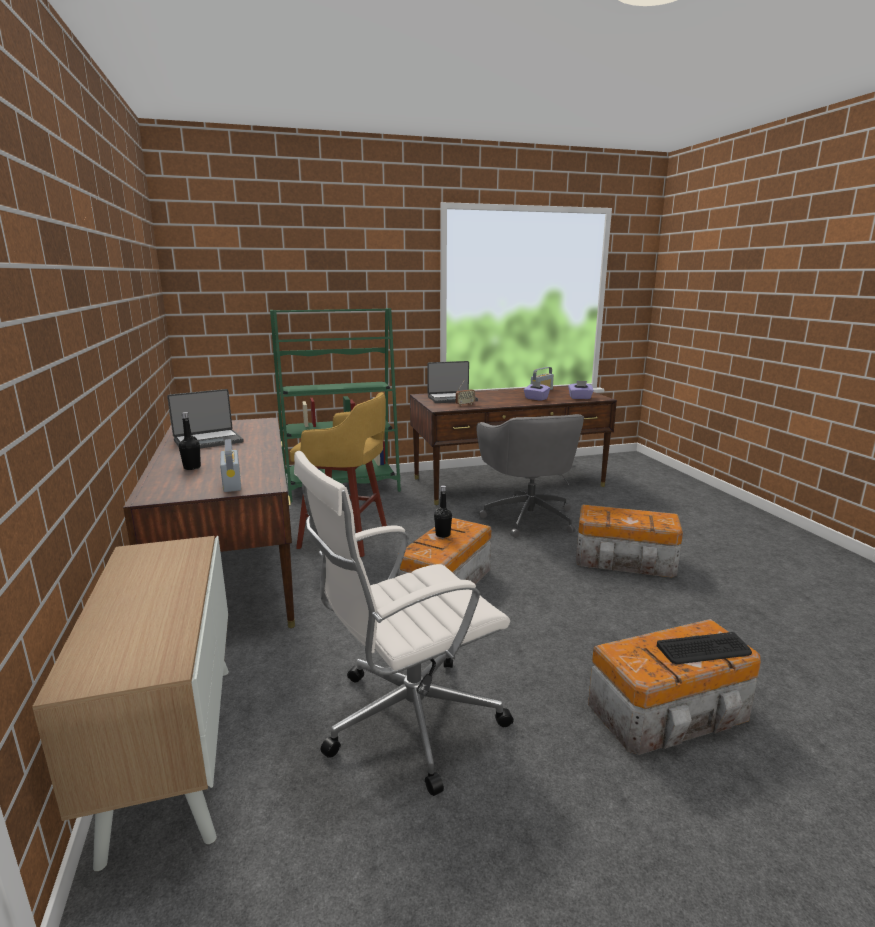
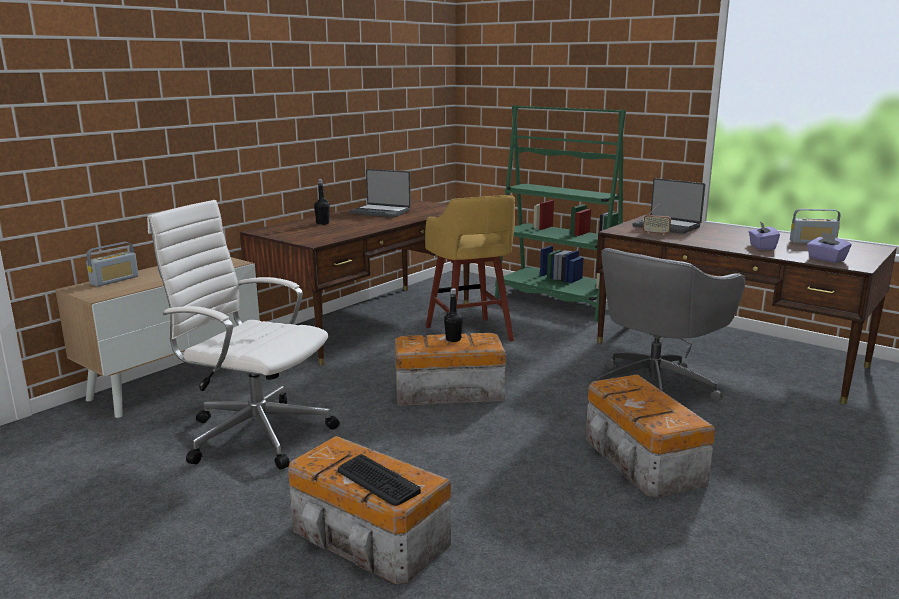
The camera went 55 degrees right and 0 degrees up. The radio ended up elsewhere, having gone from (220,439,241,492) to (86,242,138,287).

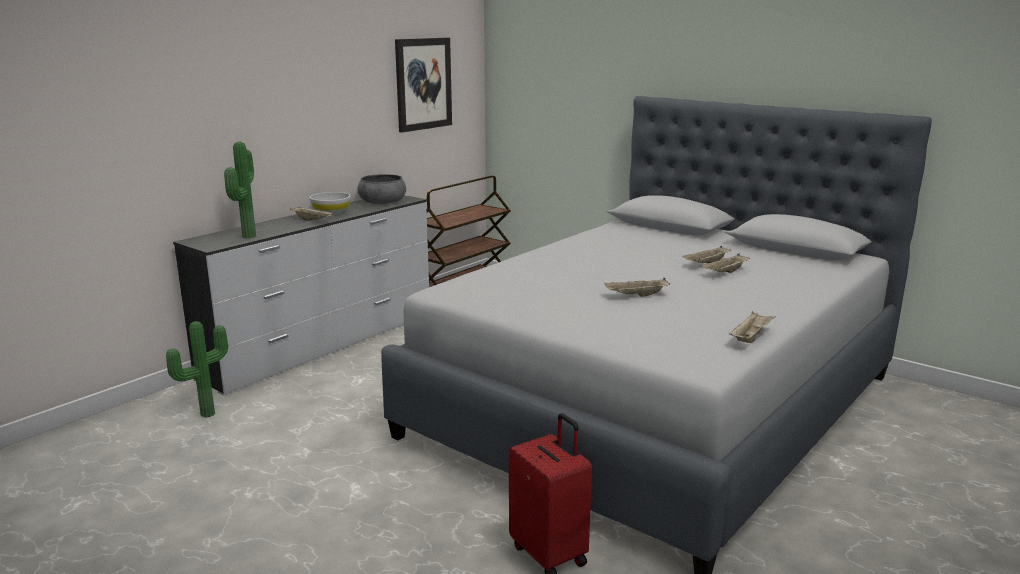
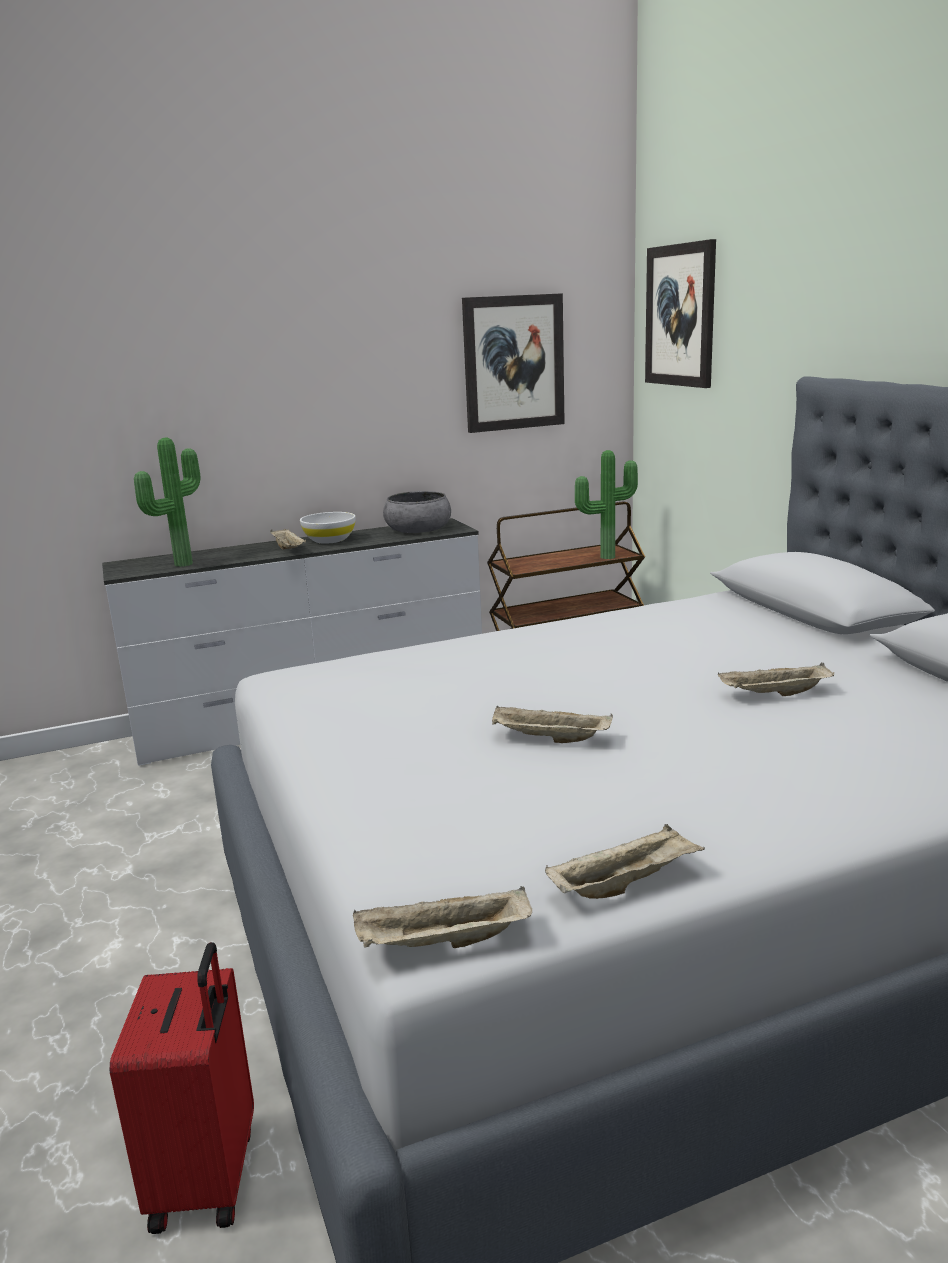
The camera went 30 degrees right and 0 degrees up. The tray (beige) ended up elsewhere, having gone from (702,254,750,273) to (353,886,532,948). The potted plant ended up elsewhere, having gone from (166,321,228,418) to (575,450,638,559). The second view gained the picture at (645,239,716,388).

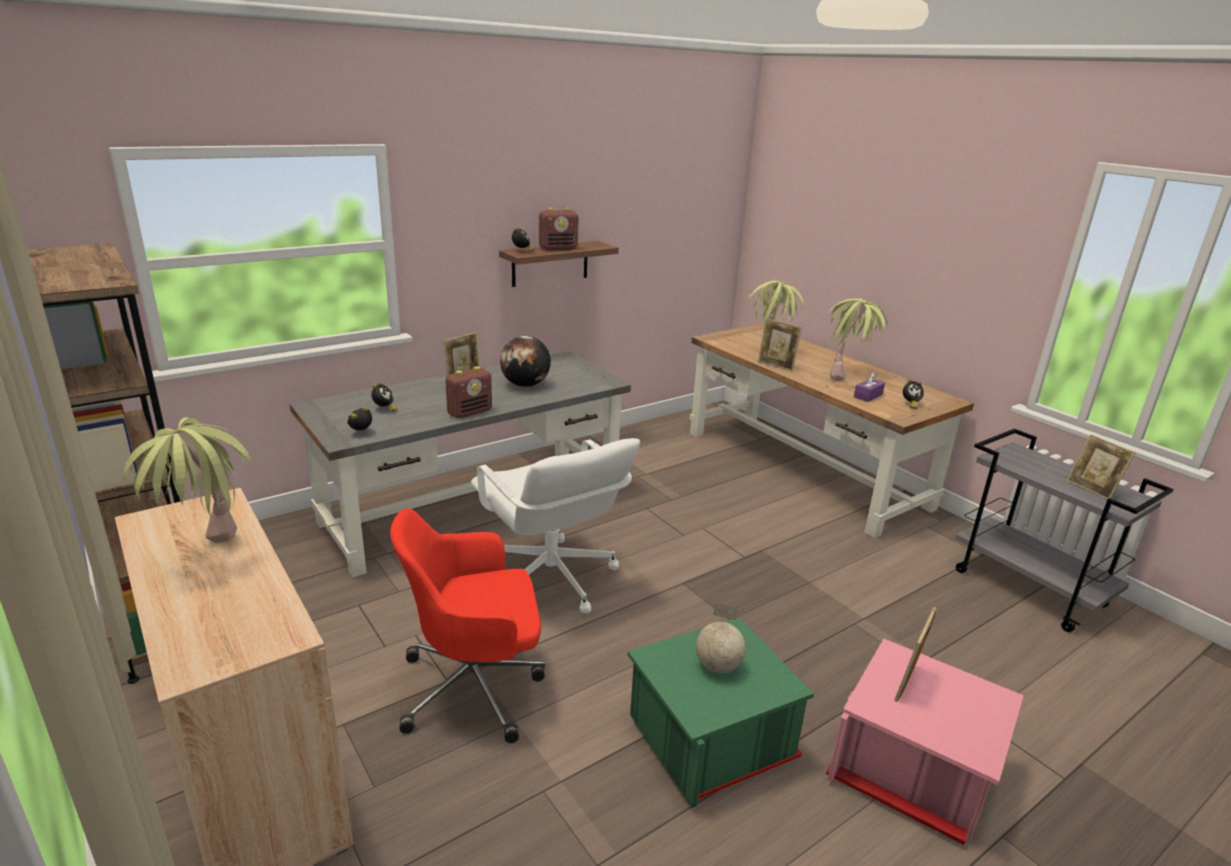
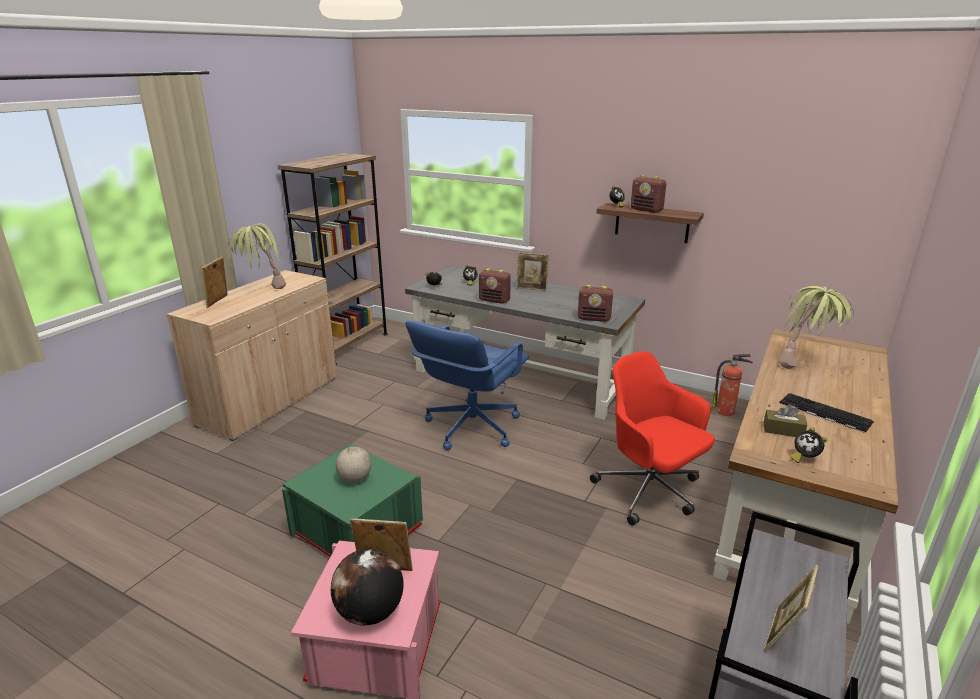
The camera went 65 degrees right and 0 degrees up. The picture frame ended up elsewhere, having gone from (758,318,802,371) to (201,256,228,308). The globe ended up elsewhere, having gone from (500,336,551,387) to (331,549,404,626). What was the office chair (white) at (471,438,640,613) turned into the office chair (blue) at (405,320,529,450). The second view gained the radio at (578,285,613,322). The office chair (red) ended up elsewhere, having gone from (390,509,545,743) to (590,351,715,526). The second view gained the fire extinguisher at (712,354,753,416). What was the tissue box (purple) at (854,372,885,402) turned into the tissue box (brown) at (764,404,807,437). Where the potted plant stood at (827,298,888,381), the keyboard came to stand at (779,393,874,433).

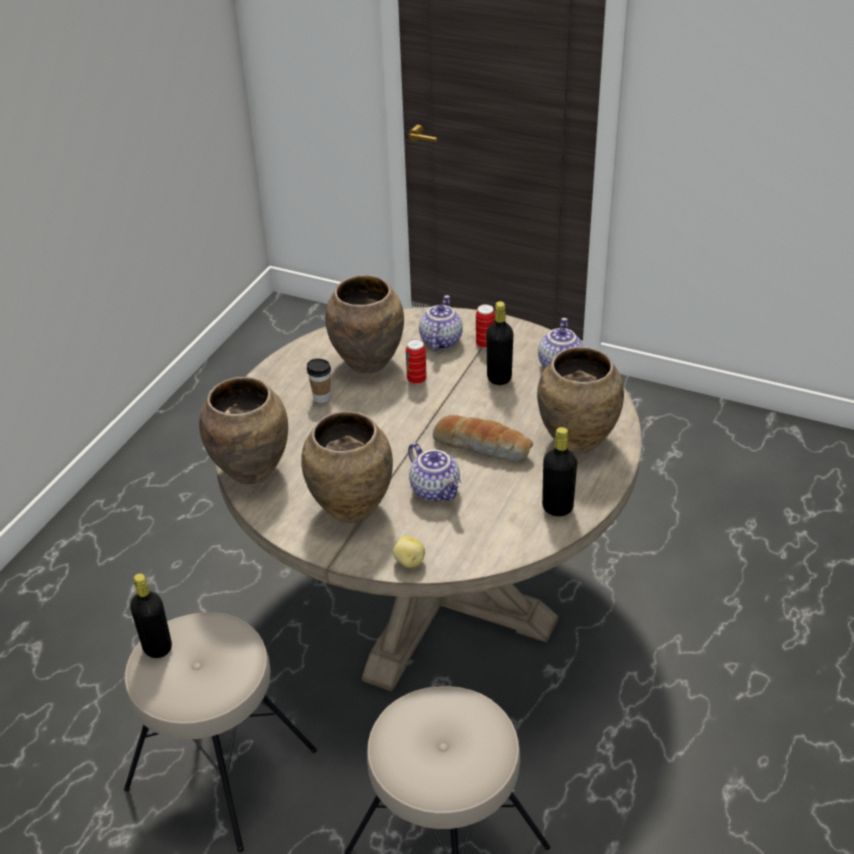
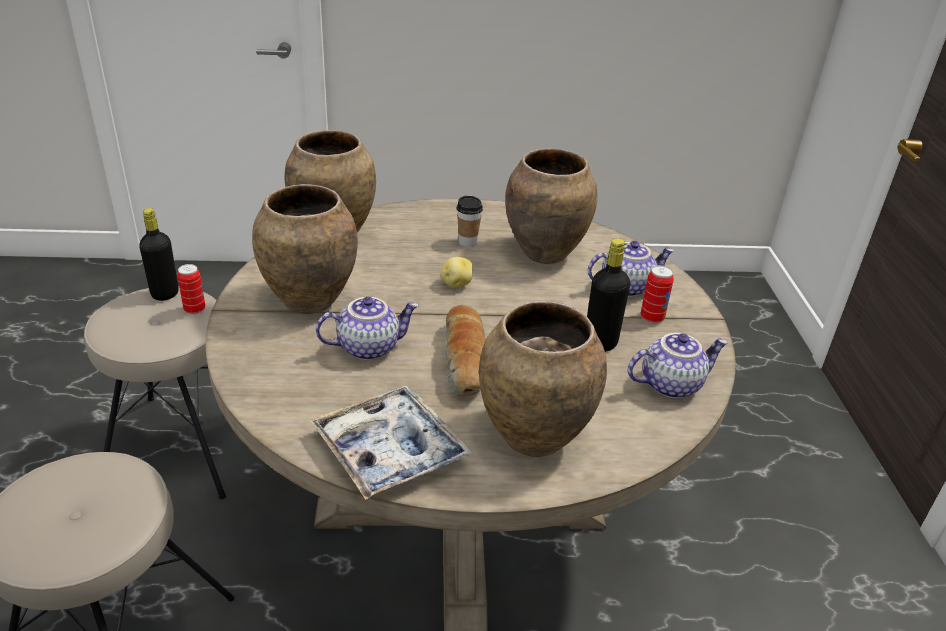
The camera went 60 degrees right and 5 degrees down. The can ended up elsewhere, having gone from (406,339,427,385) to (177,264,205,314). Where the bottle (black) stood at (542,427,577,516), the tray came to stand at (310,386,472,500). The teapot at (408,443,462,501) ended up facing another way, 135 degrees counterclockwise from before. The potato ended up elsewhere, having gone from (393,536,425,568) to (440,257,473,288).

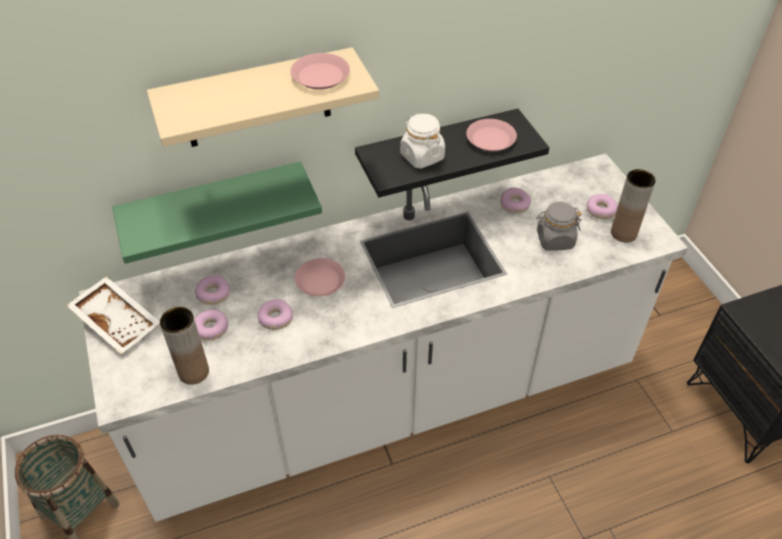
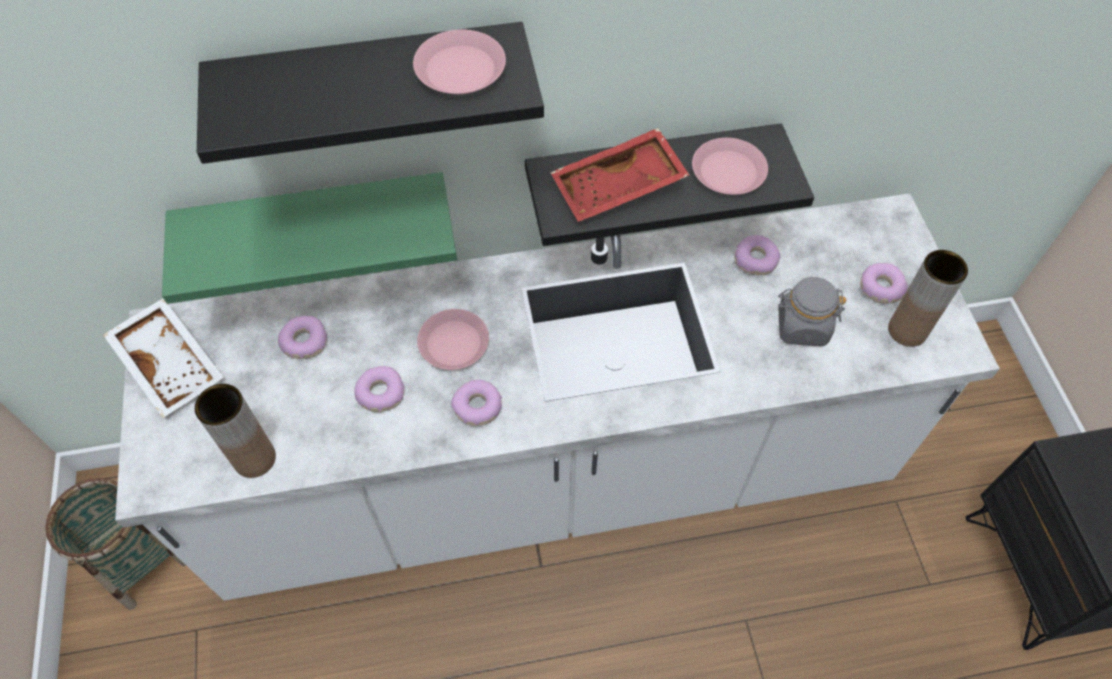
The camera went 10 degrees right and 10 degrees up. What was the shelf (beige) at (147,47,379,147) turned into the shelf (black) at (197,22,544,164). The donut ended up elsewhere, having gone from (194,310,228,341) to (451,380,502,426). Where the jar (white) stood at (400,114,445,169), the tray (red) came to stand at (551,128,689,222).

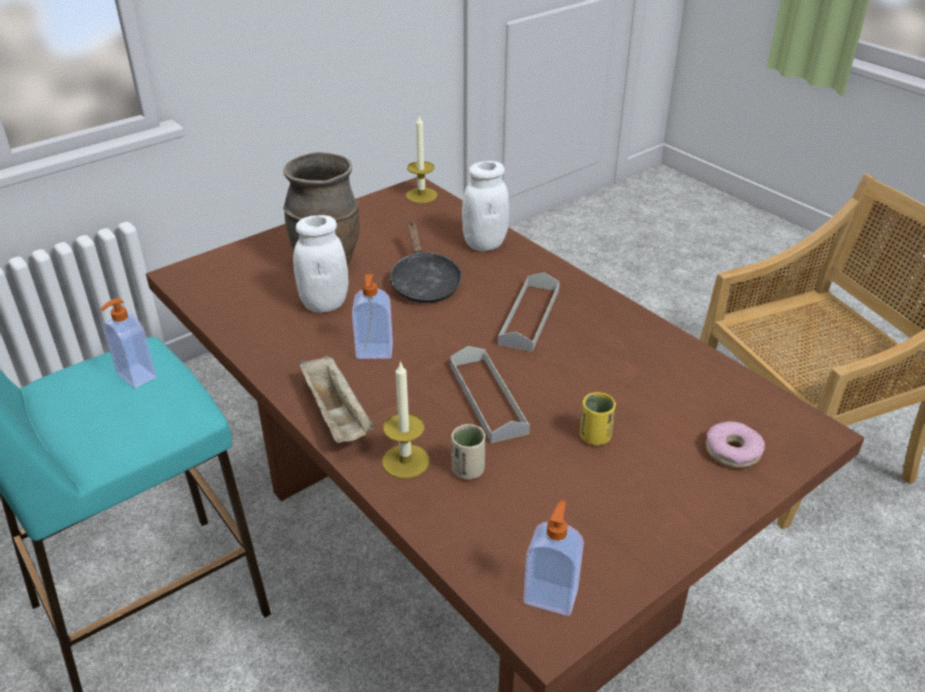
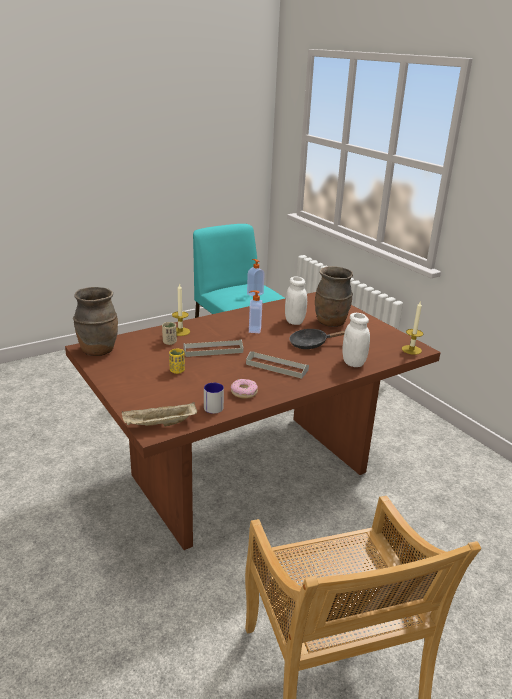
The camera went 95 degrees right and 10 degrees down. Where the soap dispenser stood at (523,500,584,616), the vase (brown) came to stand at (73,287,118,356). The tray (beige) ended up elsewhere, having gone from (300,356,374,443) to (122,402,197,427). The second view gained the mug at (204,383,224,414). The donut ended up elsewhere, having gone from (706,421,765,468) to (231,379,258,399).

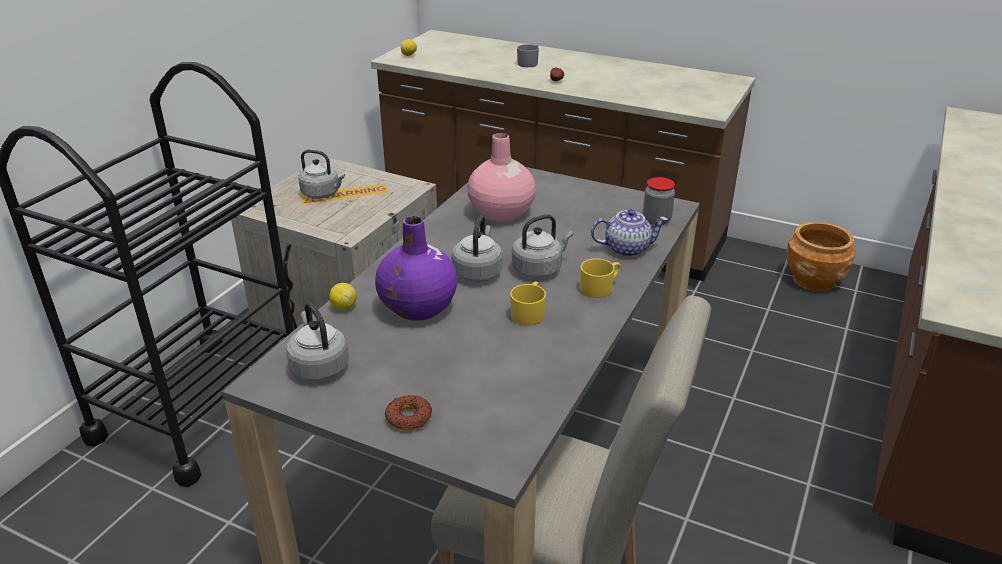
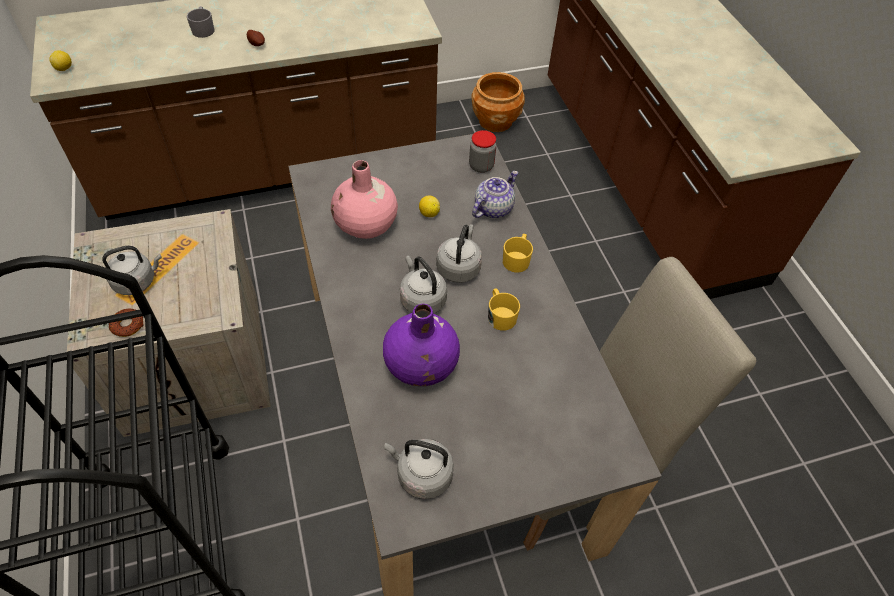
The camera went 45 degrees left and 20 degrees up. The donut ended up elsewhere, having gone from (385,395,432,431) to (108,309,143,337). The lemon ended up elsewhere, having gone from (329,283,357,310) to (419,195,440,217).

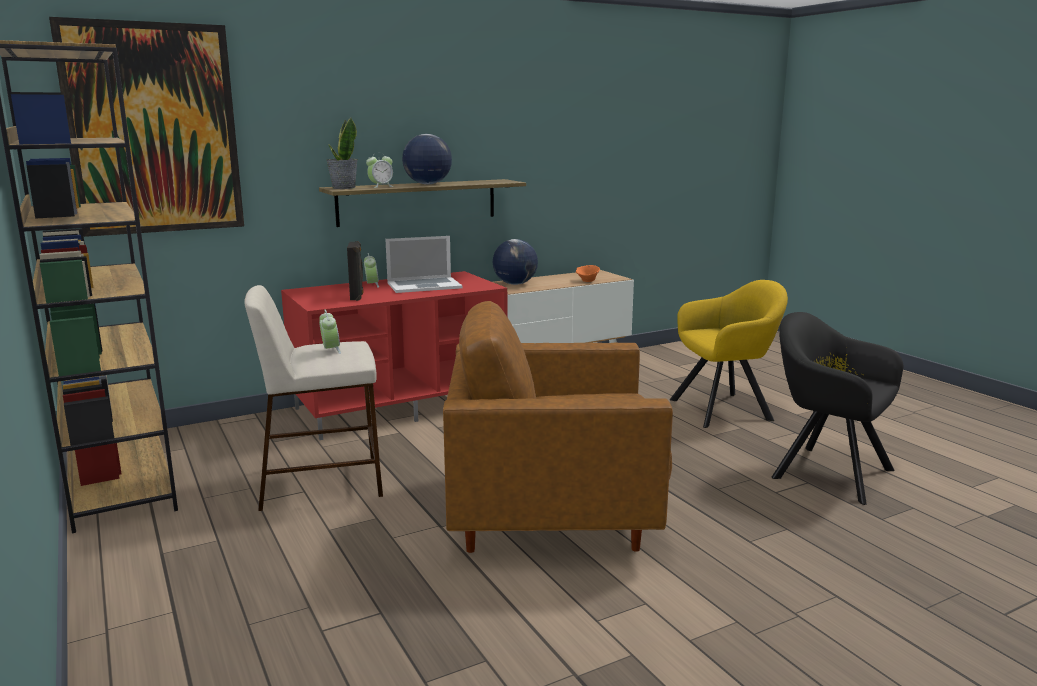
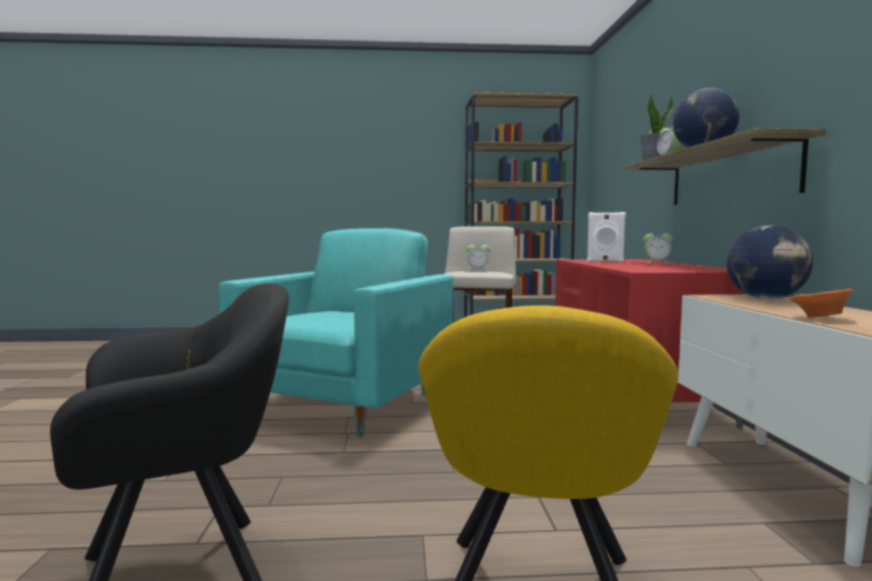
The camera went 115 degrees right and 10 degrees down. What was the armchair (brown) at (443,301,673,553) turned into the armchair (turquoise) at (219,228,453,437). What was the speaker (black) at (347,241,364,301) turned into the speaker (white) at (587,212,626,262). The second view lost the picture at (49,17,244,237). The second view lost the laptop at (385,236,462,293).

